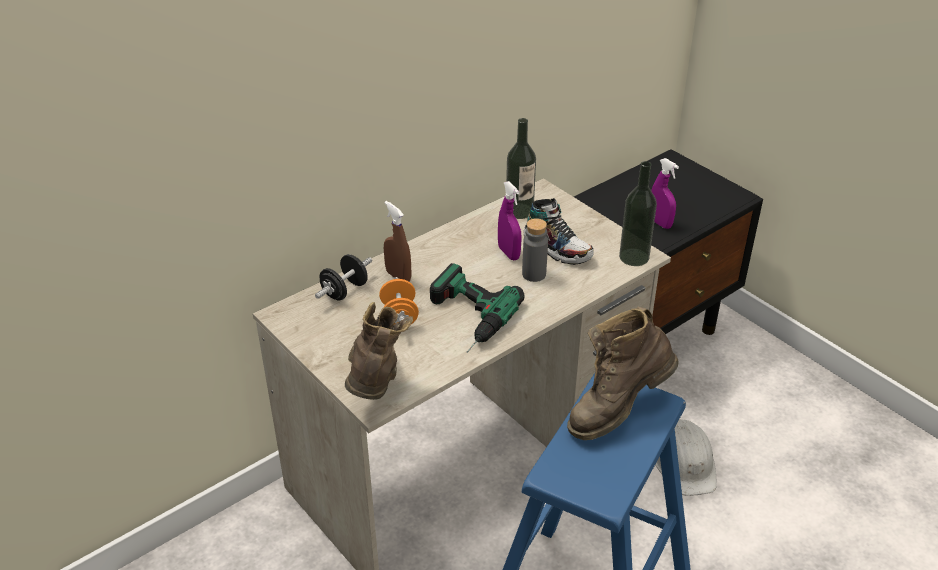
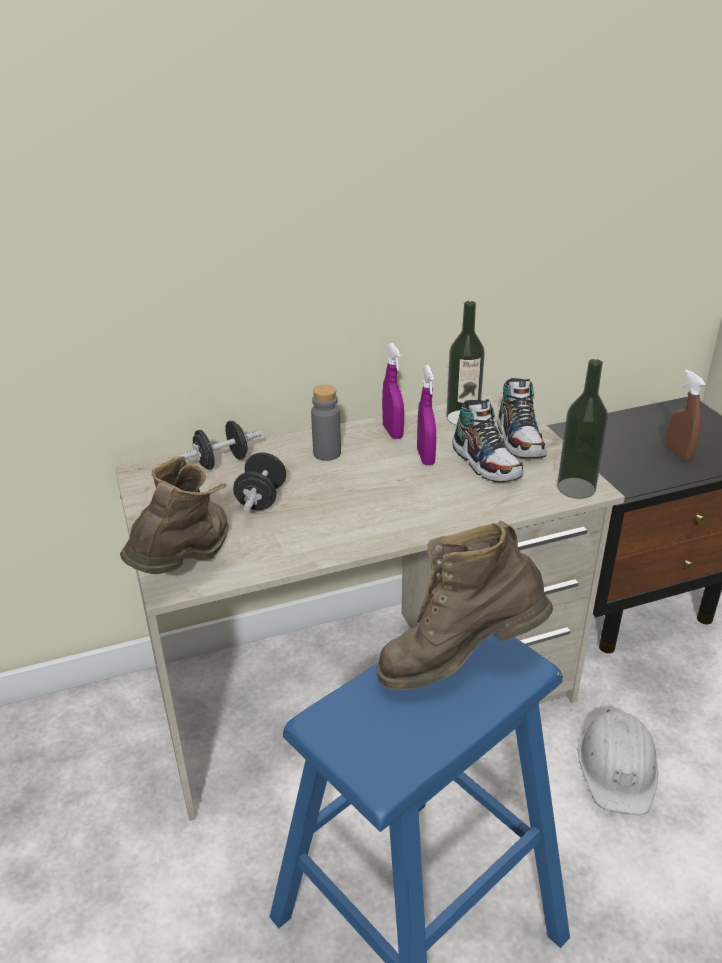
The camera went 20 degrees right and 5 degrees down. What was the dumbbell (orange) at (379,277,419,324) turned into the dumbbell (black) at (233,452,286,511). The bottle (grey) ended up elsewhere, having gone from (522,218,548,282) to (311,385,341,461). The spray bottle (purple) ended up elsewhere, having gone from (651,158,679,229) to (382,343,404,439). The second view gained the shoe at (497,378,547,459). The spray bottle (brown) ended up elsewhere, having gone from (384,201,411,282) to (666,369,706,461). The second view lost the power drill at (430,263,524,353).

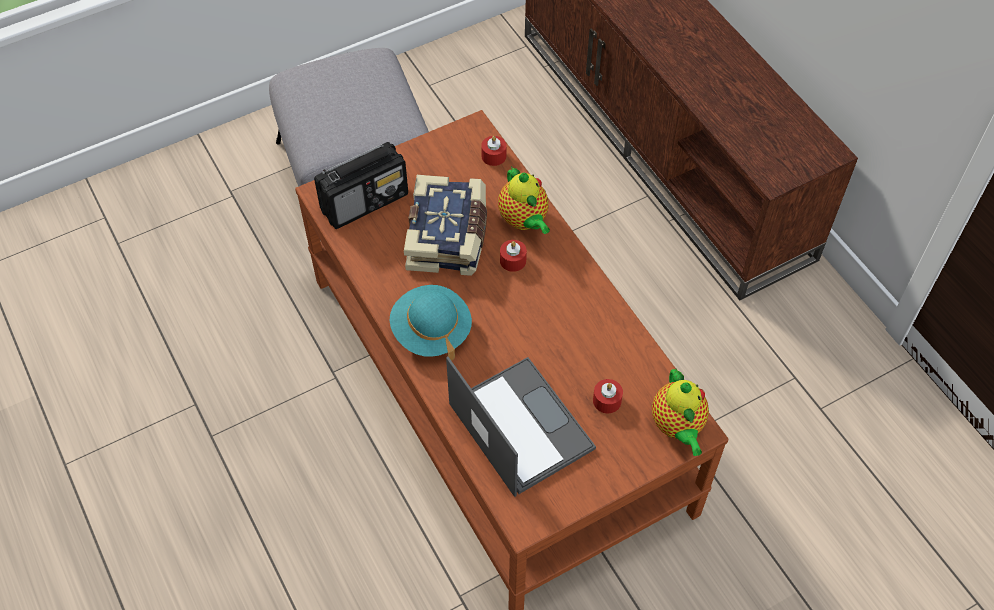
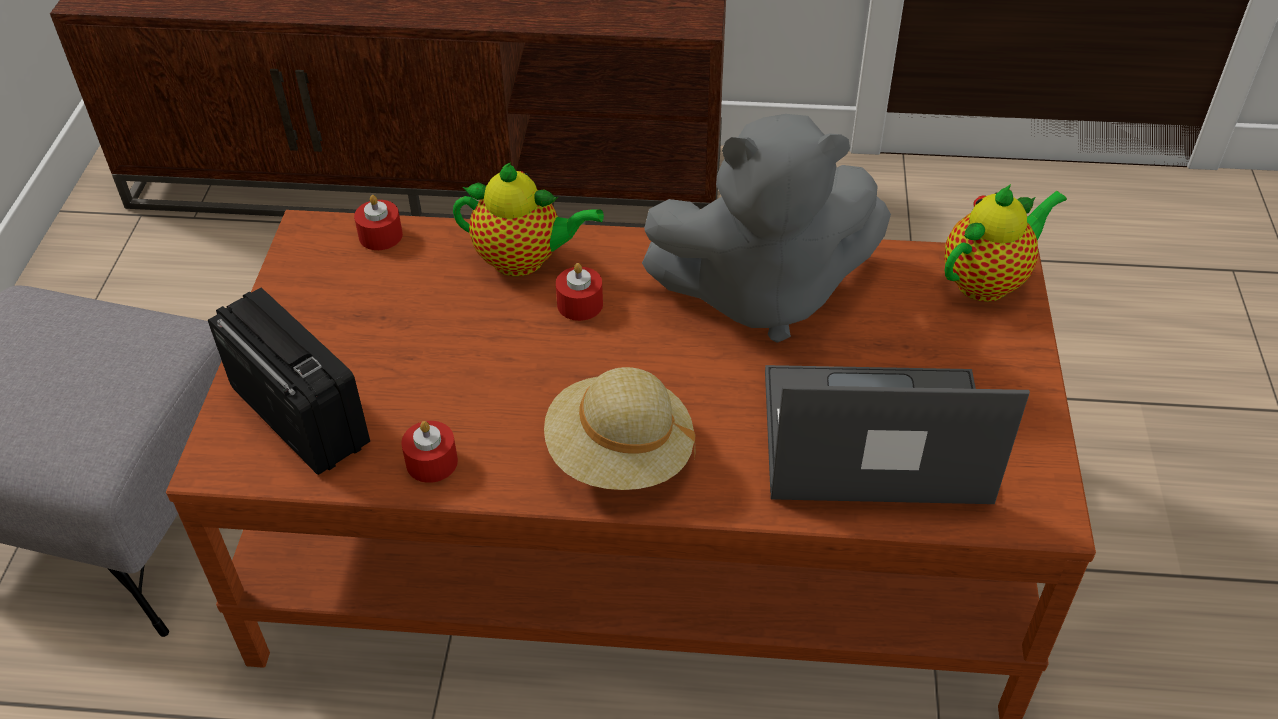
The camera went 55 degrees left and 10 degrees down. The radio at (314,142,408,229) ended up facing another way, 45 degrees counterclockwise from before. The candle (red) ended up elsewhere, having gone from (593,379,623,413) to (401,421,458,483). What was the hat (turquoise) at (390,285,472,361) turned into the hat (beige) at (544,367,695,490). The second view gained the plush toy (grey) at (642,114,891,343). The teapot at (652,369,709,456) ended up facing another way, 60 degrees counterclockwise from before. The second view lost the book at (404,175,487,276).

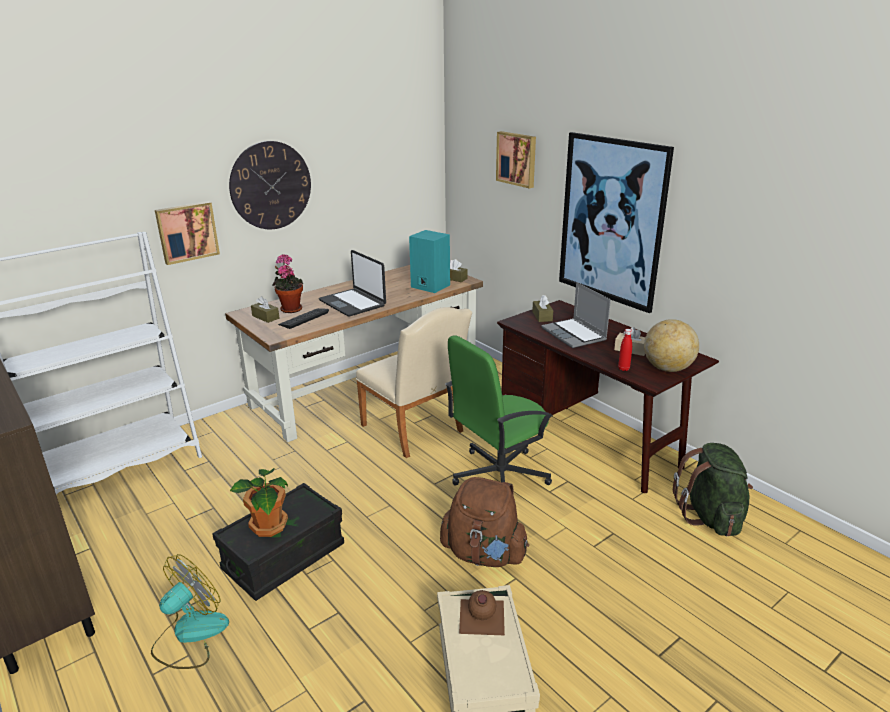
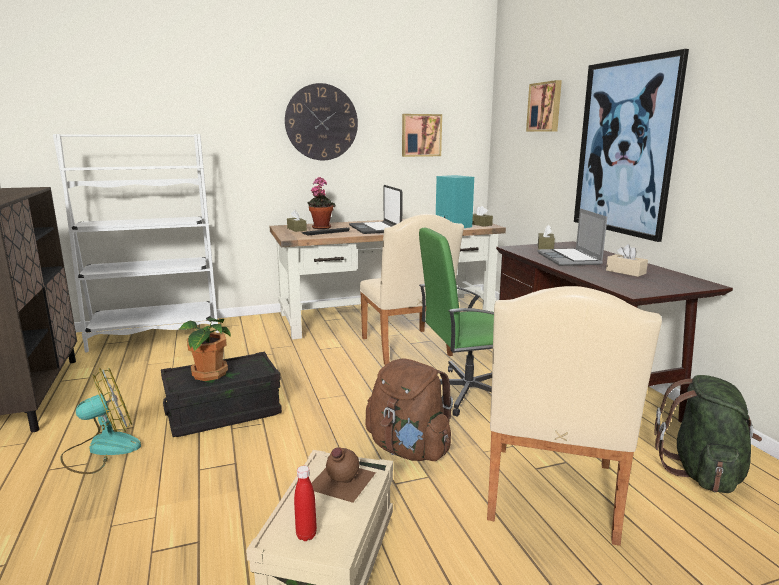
The camera went 20 degrees right and 10 degrees down. The bottle (red) ended up elsewhere, having gone from (618,329,632,371) to (294,466,317,541). The picture ended up elsewhere, having gone from (155,201,220,265) to (402,114,442,157). The second view gained the chair (beige) at (487,286,662,546). The second view lost the globe at (644,319,699,372).

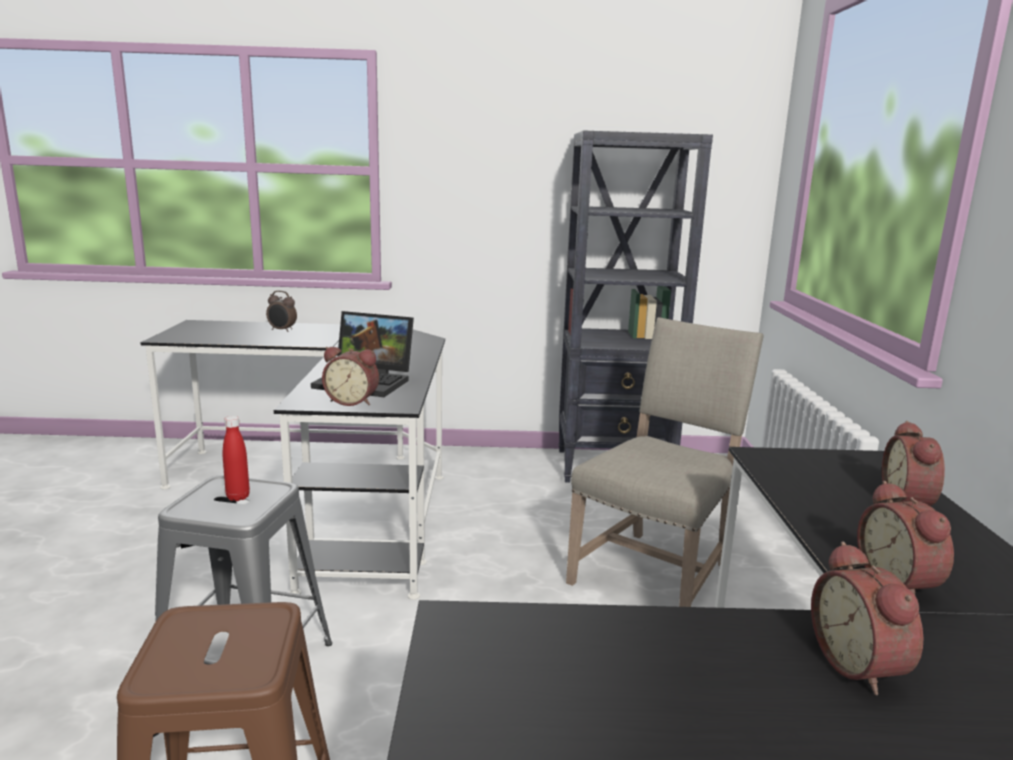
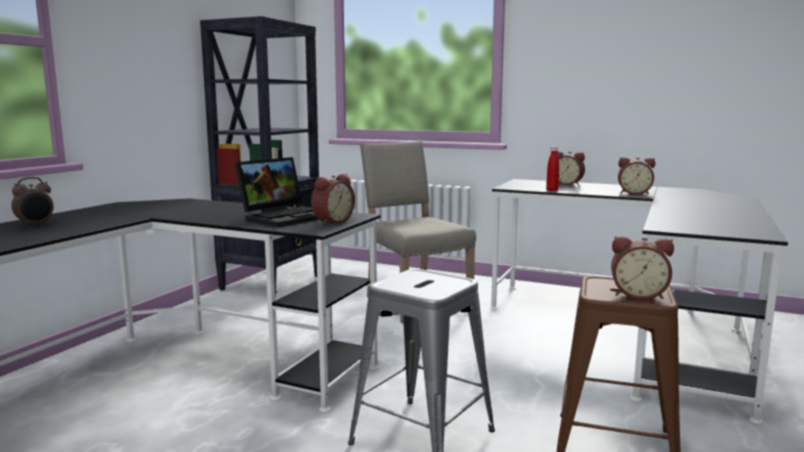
The camera went 65 degrees left and 5 degrees down. The bottle (red) ended up elsewhere, having gone from (223,416,250,501) to (546,147,559,191). The alarm clock ended up elsewhere, having gone from (811,541,923,696) to (611,236,674,300).

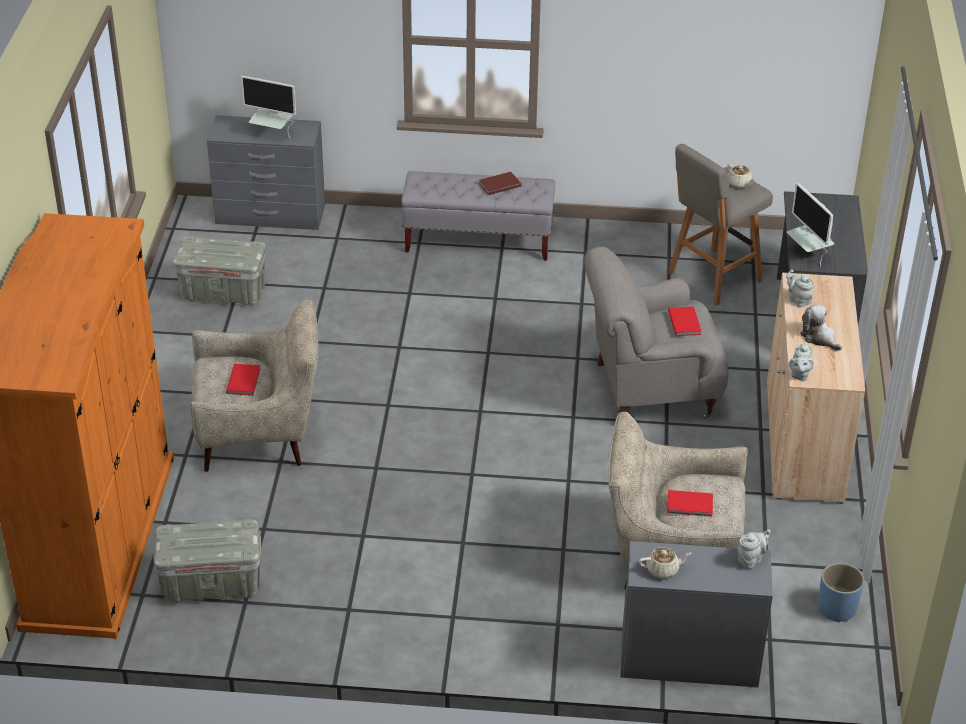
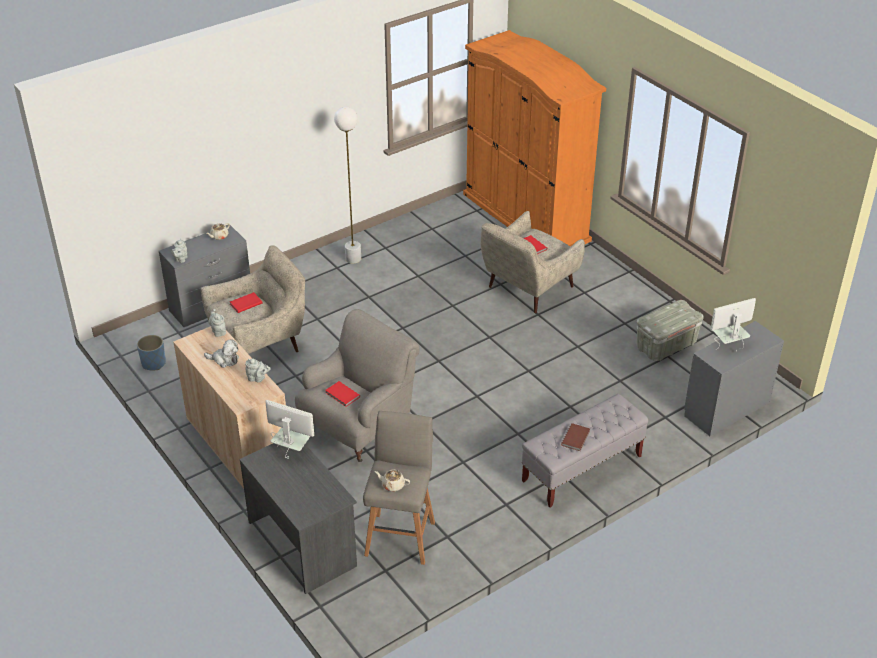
The camera went 140 degrees right and 0 degrees up. The second view gained the floor lamp (white) at (334,107,361,264). The second view lost the storage box (grey) at (153,519,261,603).

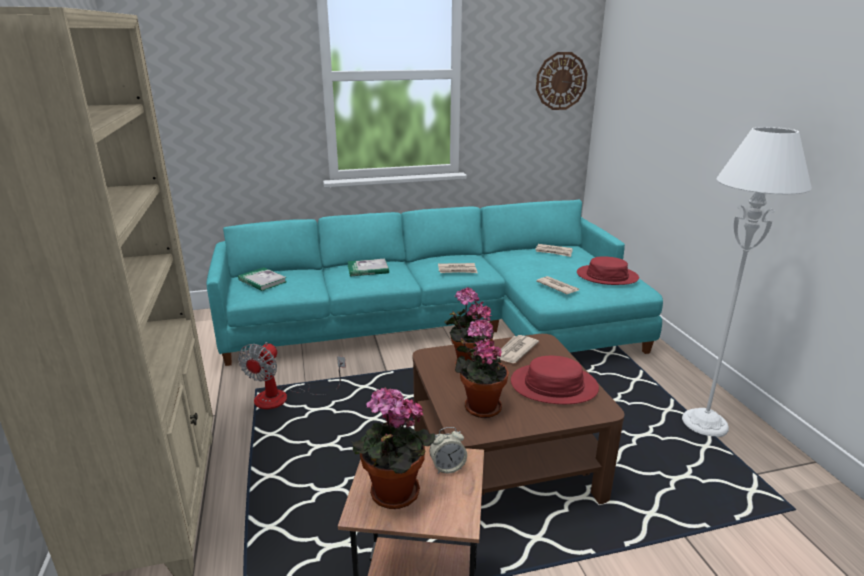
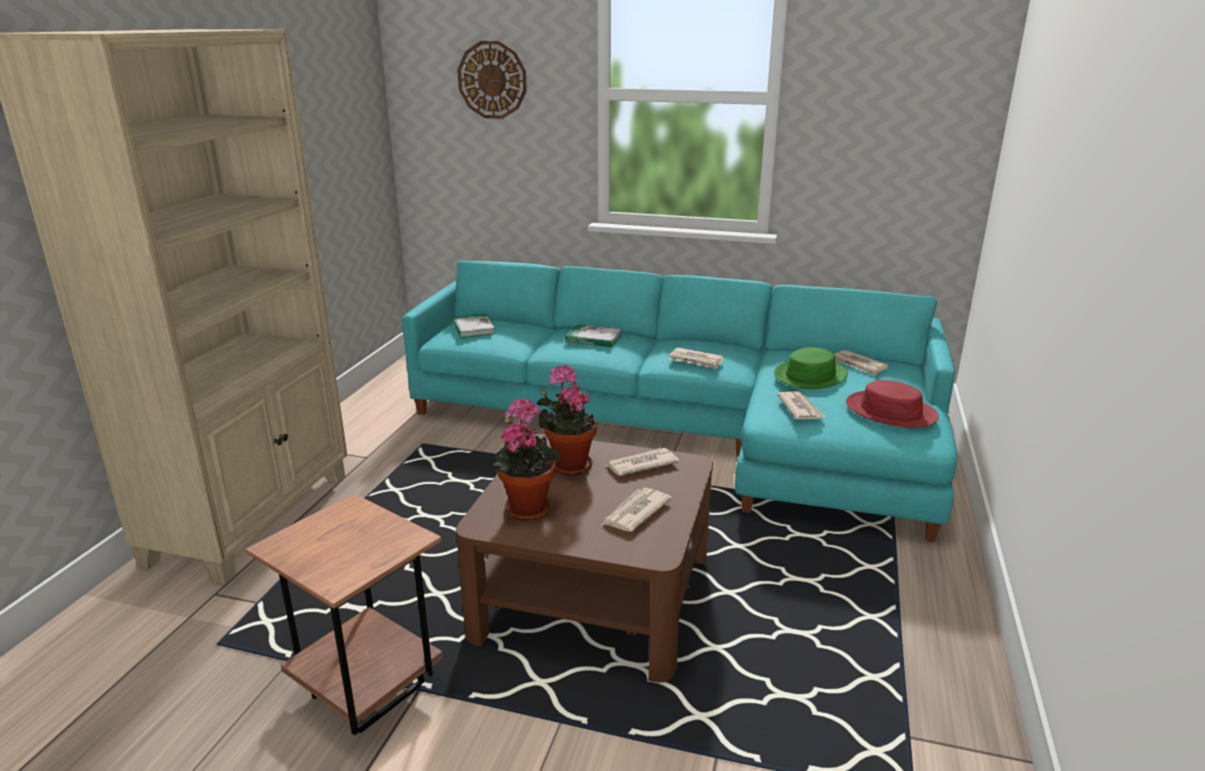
The camera went 30 degrees right and 0 degrees up. The wall clock ended up elsewhere, having gone from (536,52,588,110) to (457,41,527,119). Where the hat (red) stood at (511,356,599,404), the newspaper came to stand at (601,488,672,532). The second view gained the hat (green) at (774,347,848,389). The second view lost the fan at (238,342,346,409). The second view lost the potted plant at (351,387,436,509). The second view lost the alarm clock at (430,427,467,474). The second view lost the floor lamp (white) at (682,127,812,438).

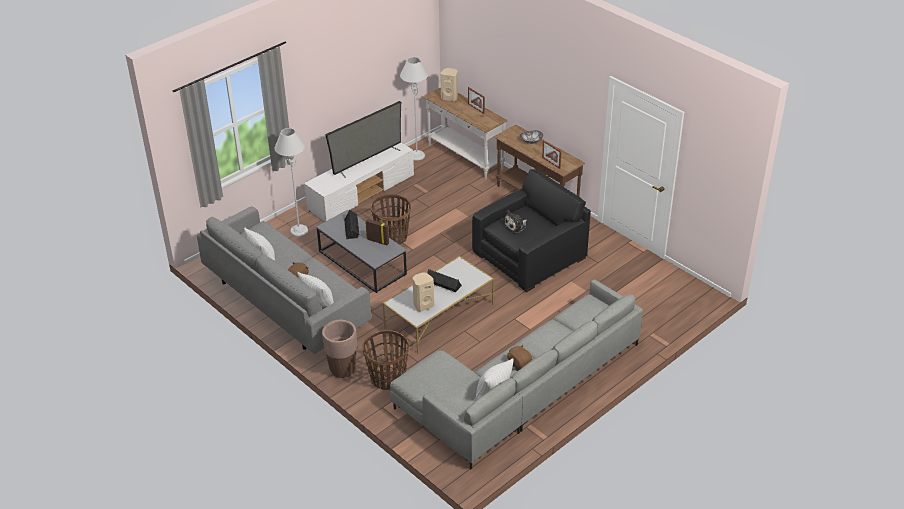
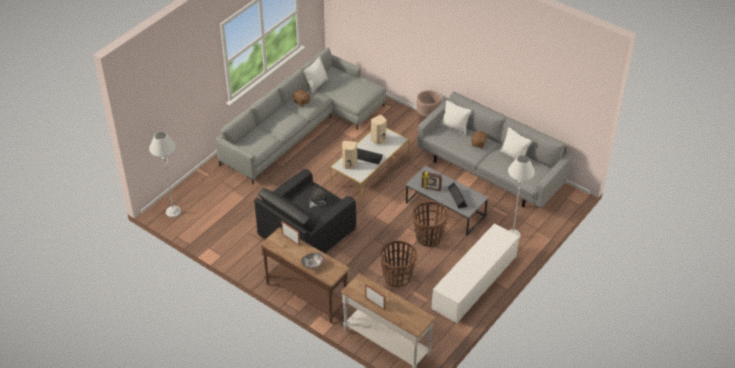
The camera went 170 degrees right and 5 degrees up. The floor lamp (grey) ended up elsewhere, having gone from (400,57,428,161) to (149,131,181,217). The speaker (beige) ended up elsewhere, having gone from (440,68,458,101) to (342,141,357,169). The basket ended up elsewhere, having gone from (362,330,409,390) to (380,241,417,287). The second view lost the television at (326,101,401,178).

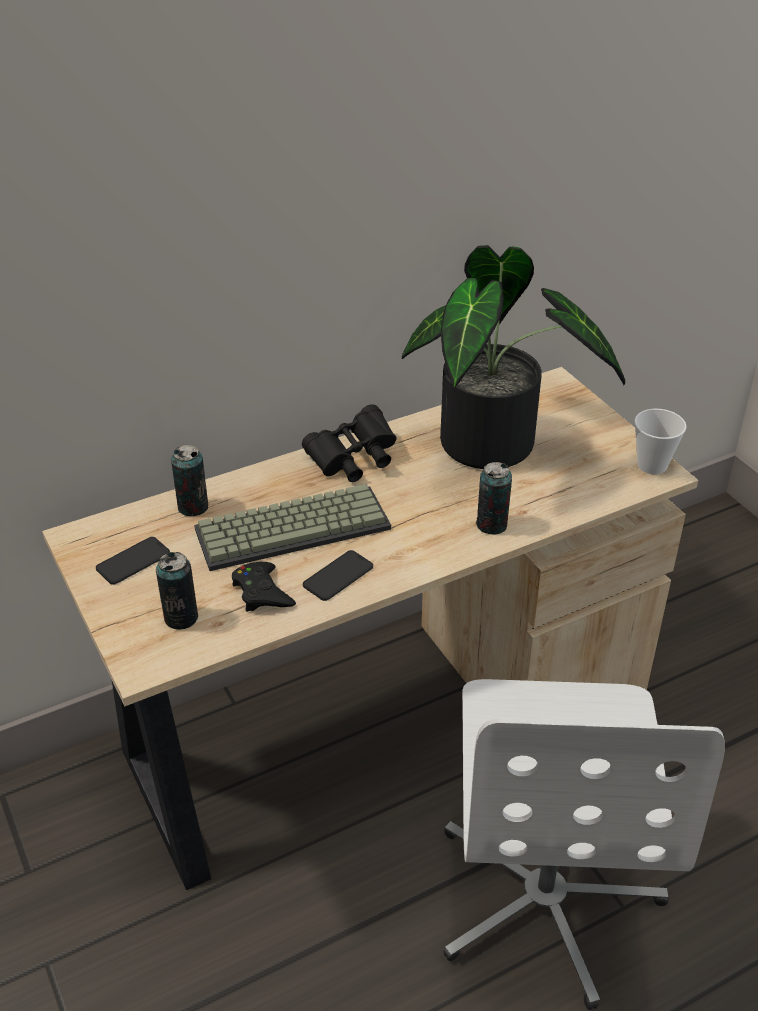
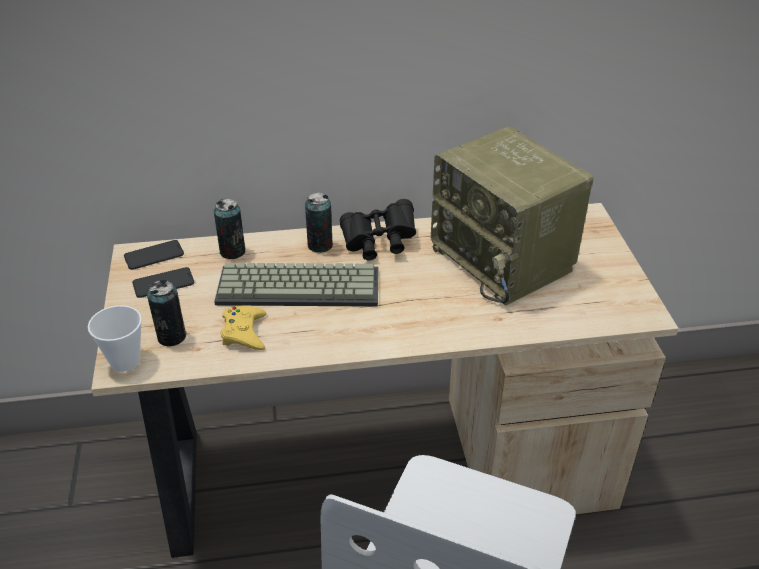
The camera went 20 degrees right and 0 degrees up. The cup ended up elsewhere, having gone from (634,409,687,474) to (88,305,142,372). The phone ended up elsewhere, having gone from (303,550,373,601) to (124,240,184,270). What was the game controller (black) at (232,562,296,612) turned into the game controller (yellow) at (221,306,267,350). The can ended up elsewhere, having gone from (476,462,512,535) to (305,193,333,253). Where the potted plant stood at (402,245,625,469), the radio came to stand at (431,126,594,306).

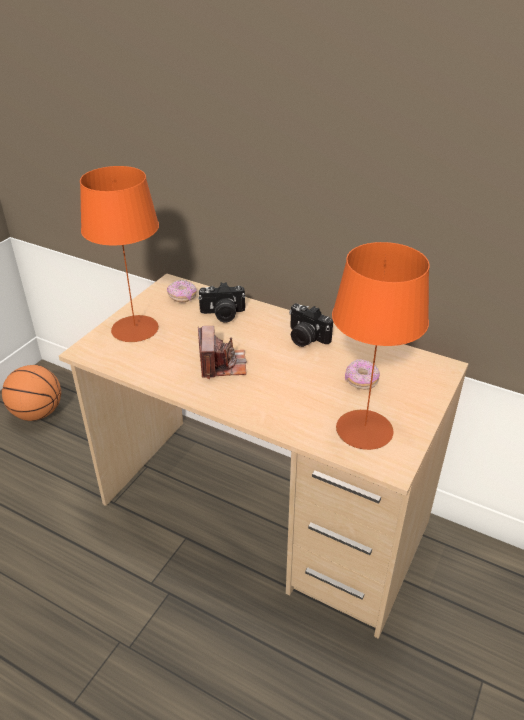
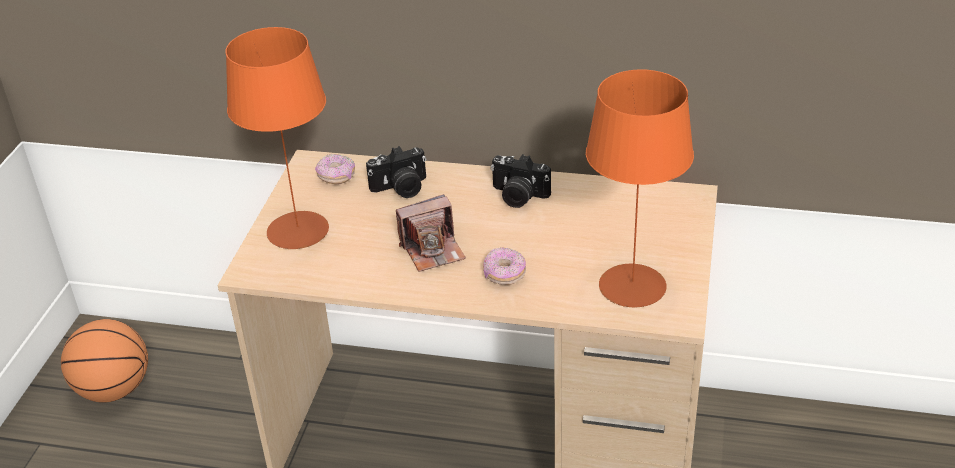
The camera went 15 degrees left and 0 degrees up. The photo camera at (198,326,247,379) ended up facing another way, 90 degrees clockwise from before. The donut ended up elsewhere, having gone from (345,359,380,389) to (483,247,526,285).

